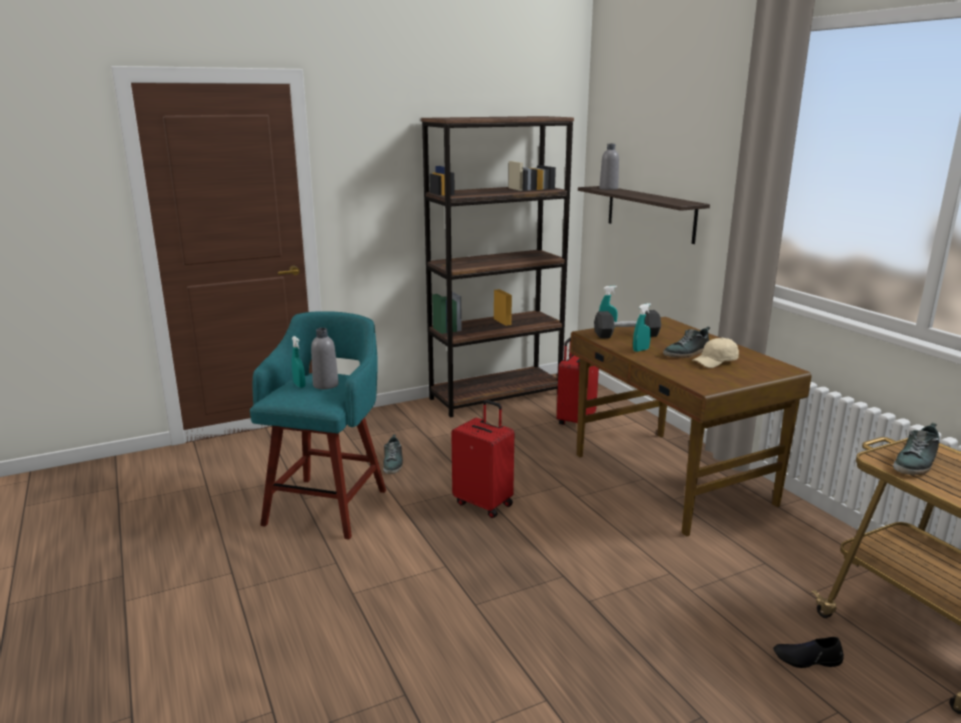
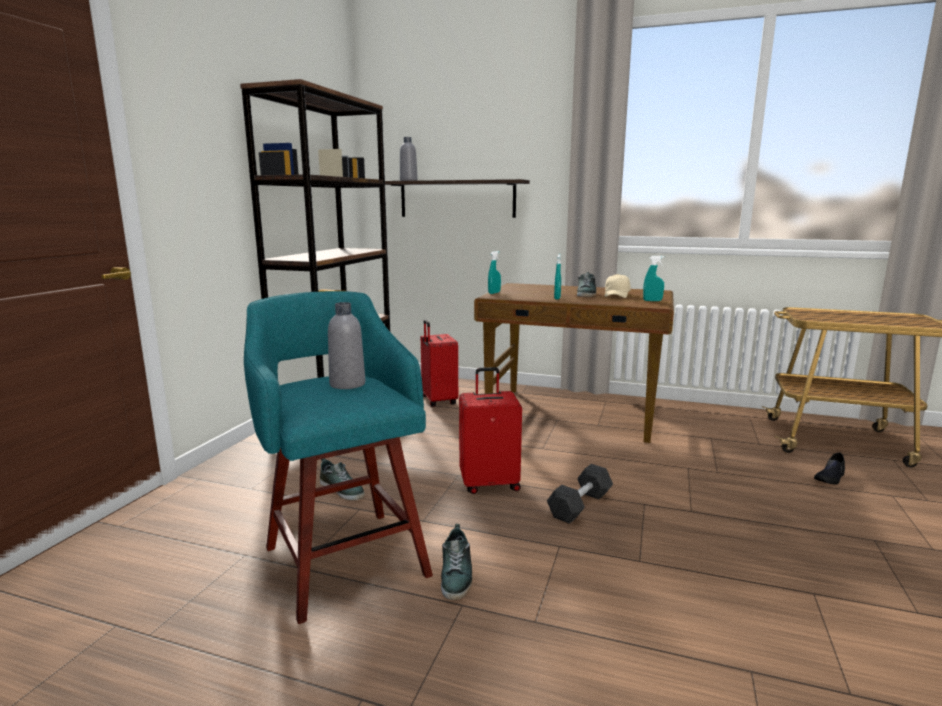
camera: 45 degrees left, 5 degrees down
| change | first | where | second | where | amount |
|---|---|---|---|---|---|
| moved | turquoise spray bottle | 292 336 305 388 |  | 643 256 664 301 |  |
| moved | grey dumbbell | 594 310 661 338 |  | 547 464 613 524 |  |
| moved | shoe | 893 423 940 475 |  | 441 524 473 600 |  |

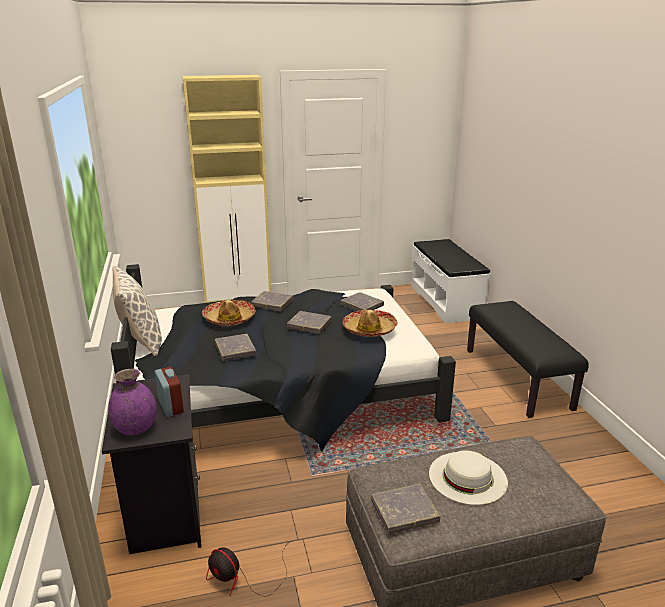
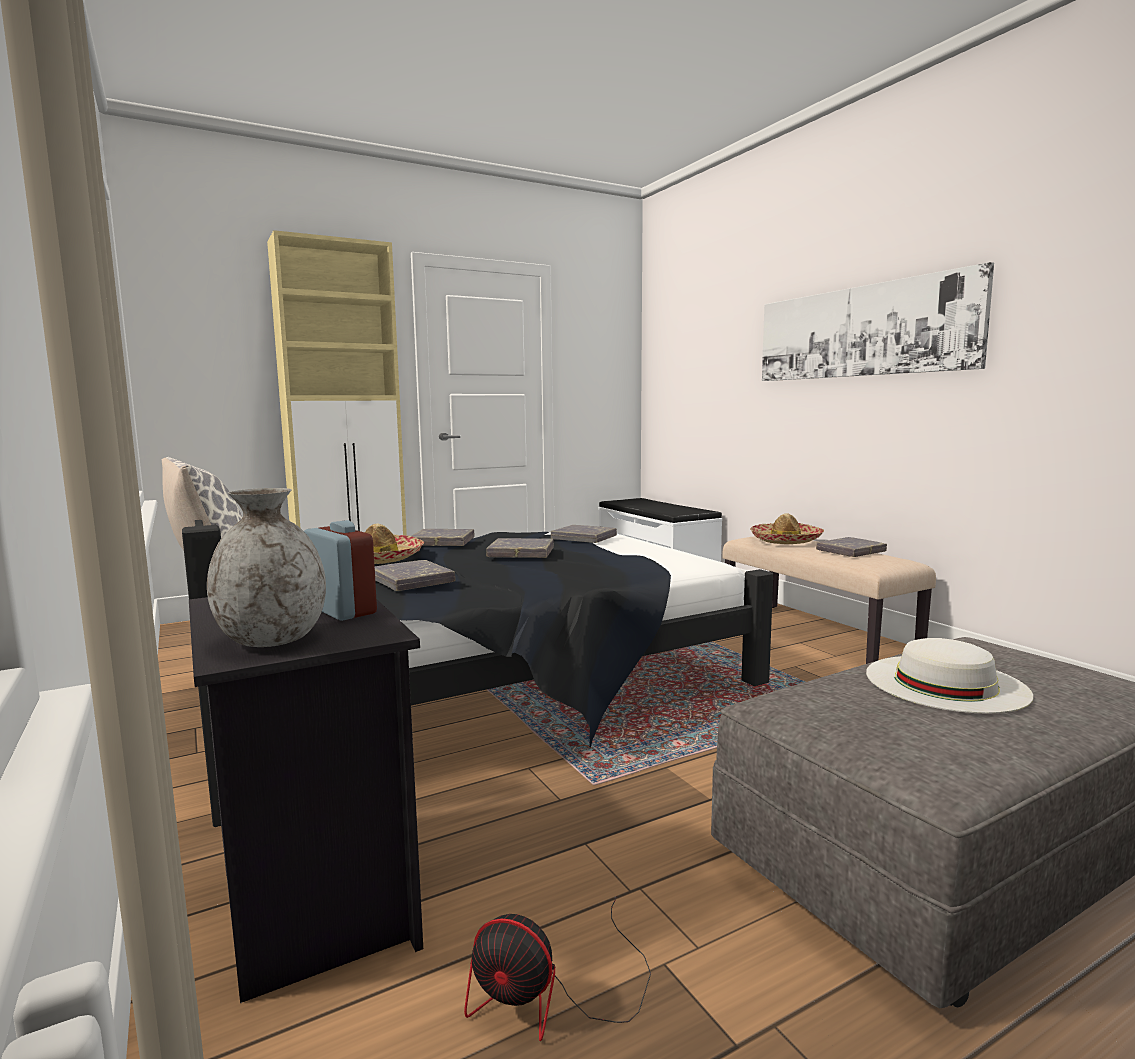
camera: 15 degrees left, 15 degrees down
| change | first | where | second | where | amount |
|---|---|---|---|---|---|
| recoloured | purple vase | 108 369 157 435 | grey vase | 207 488 326 647 |  |
| moved | hat | 343 310 398 337 |  | 750 513 824 544 |  |
| moved | grey book | 371 484 440 534 |  | 816 537 887 557 |  |
| recoloured | black bench | 467 301 589 418 | beige bench | 722 536 936 664 |  |
| added |  |  | picture | 762 262 994 381 |  |

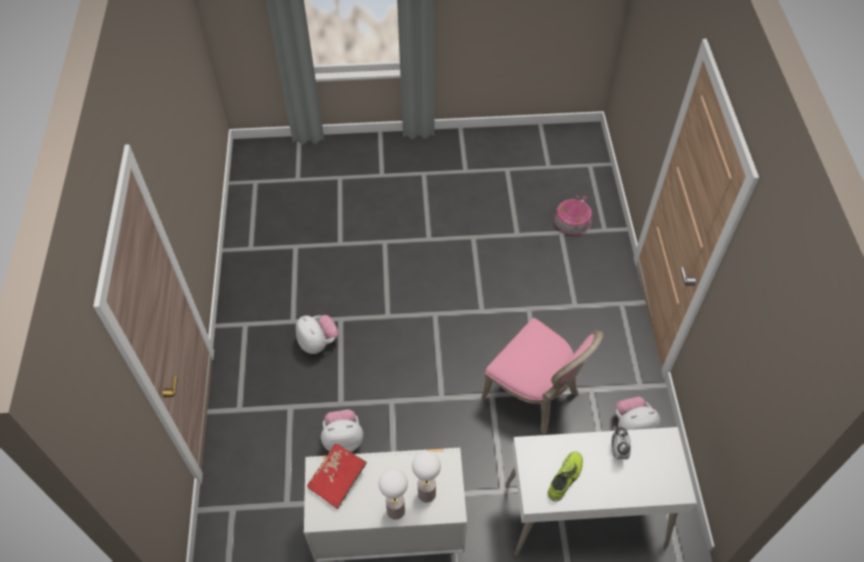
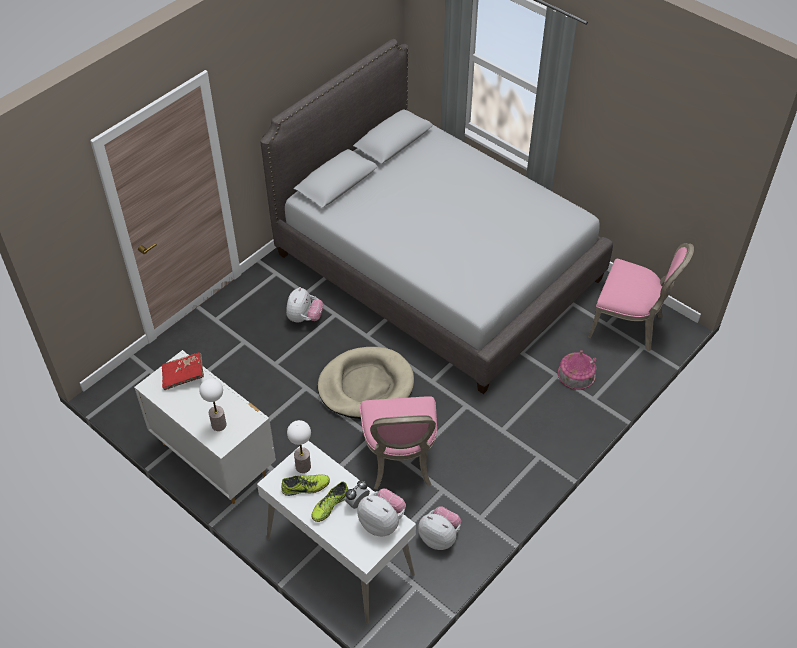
camera: 45 degrees right, 5 degrees down
| change | first | where | second | where | amount |
|---|---|---|---|---|---|
| moved | plush toy | 321 409 363 452 |  | 358 489 406 536 |  |
| moved | table lamp | 379 468 408 520 |  | 287 420 311 473 |  |
| added |  |  | grey bed | 260 39 613 394 |  |
| added |  |  | shoe | 311 482 348 522 |  |
| added |  |  | beige dog bed | 318 347 414 419 |  |
| added |  |  | pink chair | 588 243 694 351 |  |

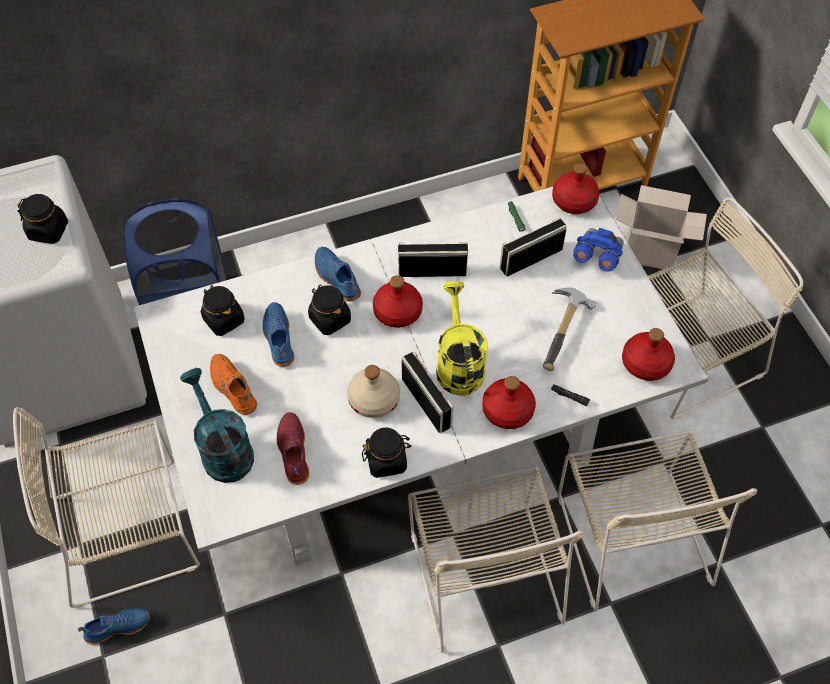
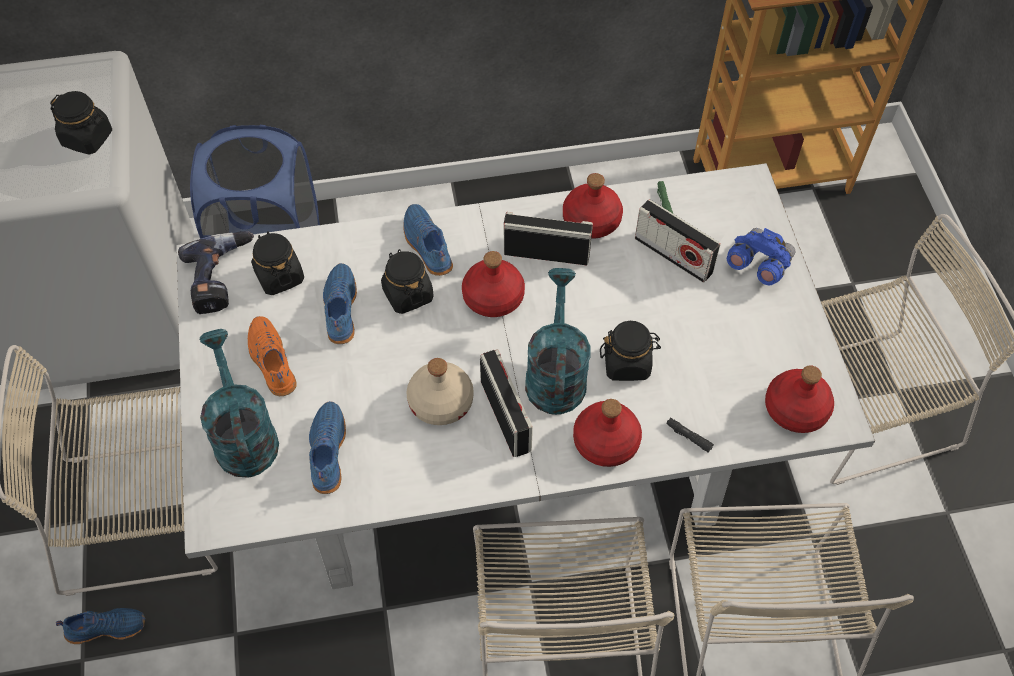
camera: 10 degrees right, 0 degrees up
| change | first | where | second | where | amount |
|---|---|---|---|---|---|
| recoloured | red shoe | 277 412 309 485 | blue shoe | 309 401 346 494 |  |
| moved | black jar | 362 428 411 478 |  | 600 321 661 381 |  |
| recoloured | yellow watering can | 436 281 488 396 | turquoise watering can | 525 268 591 415 |  |
| turned | radio | 500 217 567 277 |  | 635 199 721 283 | 120 degrees counterclockwise |
| removed | hammer | 543 287 596 371 |  |  |  |
| moved | red bottle | 552 163 600 214 |  | 563 173 623 239 |  |
| removed | cardboard box | 616 185 707 269 |  |  |  |
| added |  |  | power drill | 178 231 254 314 |  |

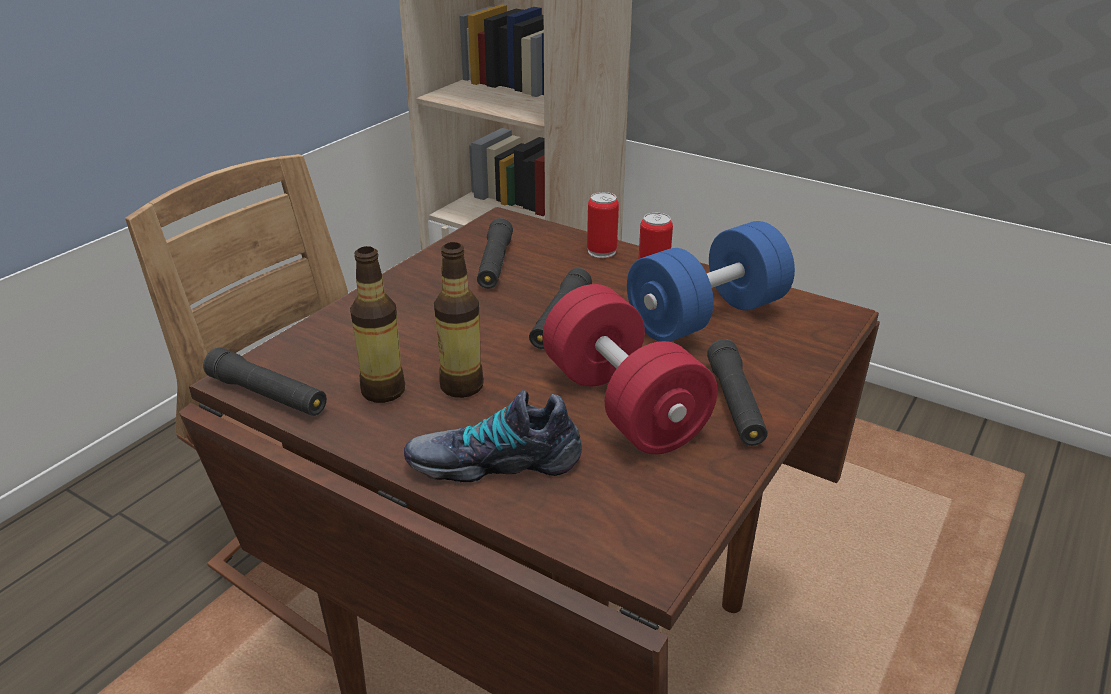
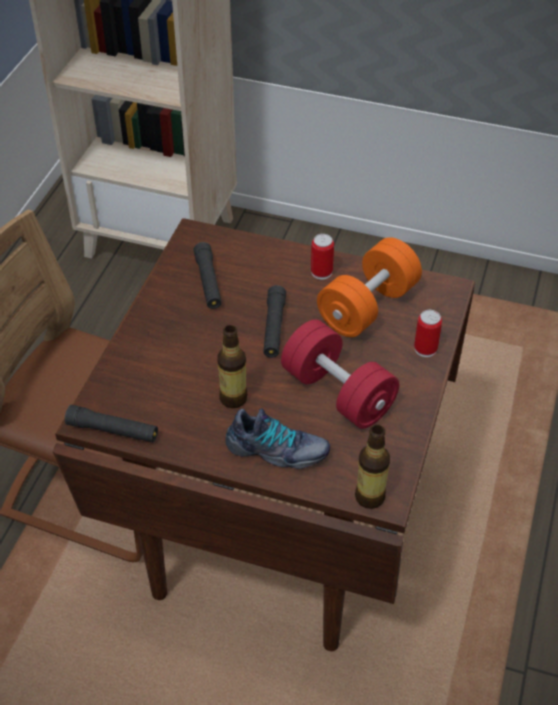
camera: 15 degrees left, 15 degrees up
| change | first | where | second | where | amount |
|---|---|---|---|---|---|
| moved | bottle | 350 246 405 403 |  | 355 425 390 509 |  |
| turned | shoe | 404 390 582 483 |  | 225 408 330 469 | 150 degrees counterclockwise |
| moved | can | 587 192 619 258 |  | 414 310 442 357 |  |
| recoloured | blue dumbbell | 627 221 795 342 | orange dumbbell | 317 237 422 337 |  |
| removed | black flashlight | 707 339 768 446 |  |  |  |

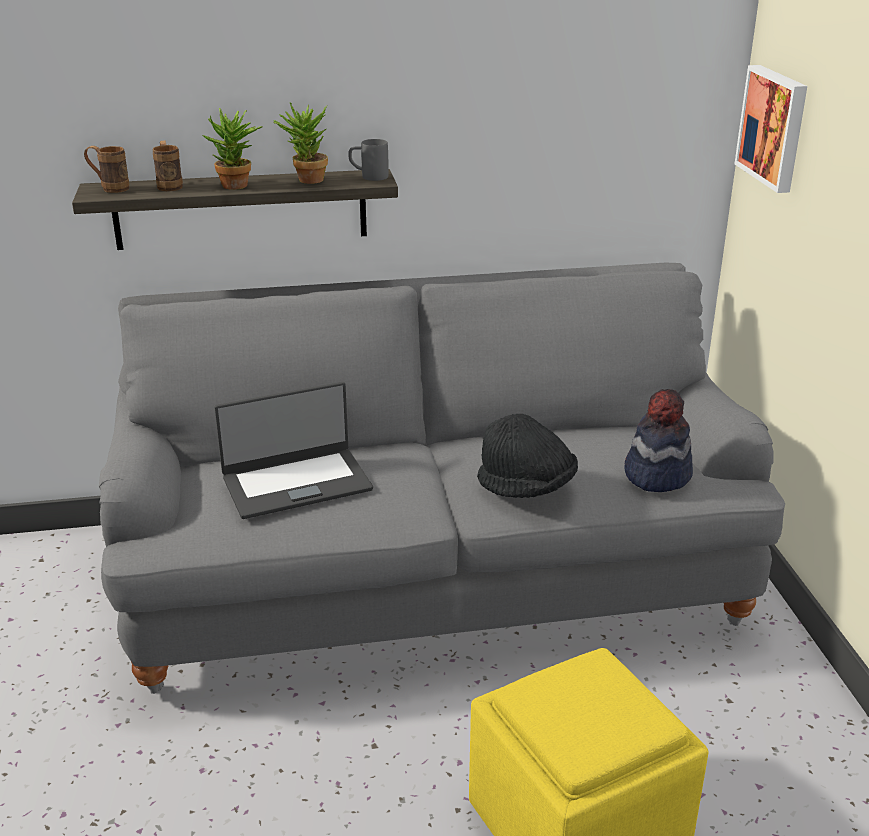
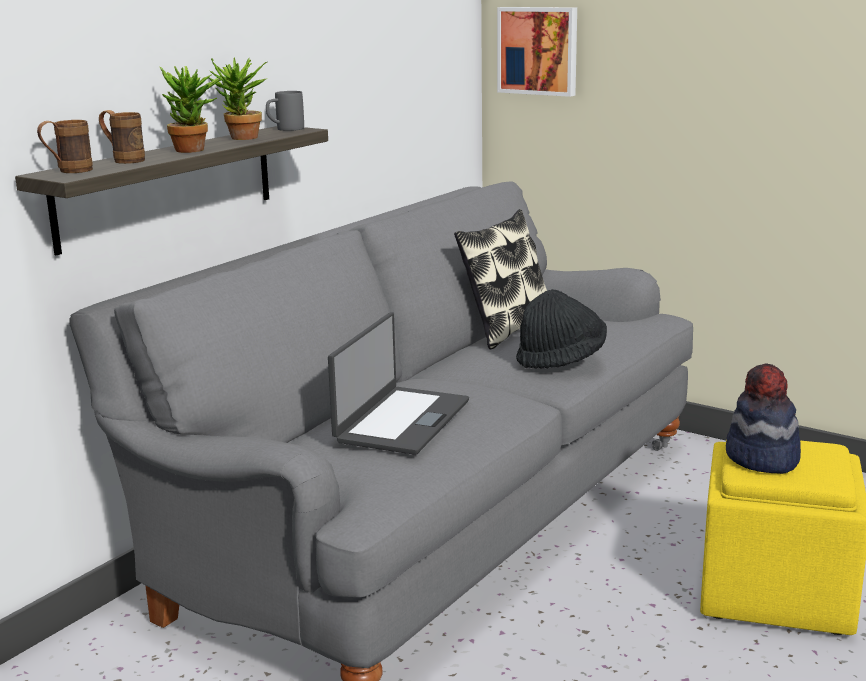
camera: 45 degrees left, 10 degrees down
| change | first | where | second | where | amount |
|---|---|---|---|---|---|
| moved | hat | 624 389 693 492 |  | 726 363 801 474 |  |
| added |  |  | pillow | 454 209 547 349 |  |

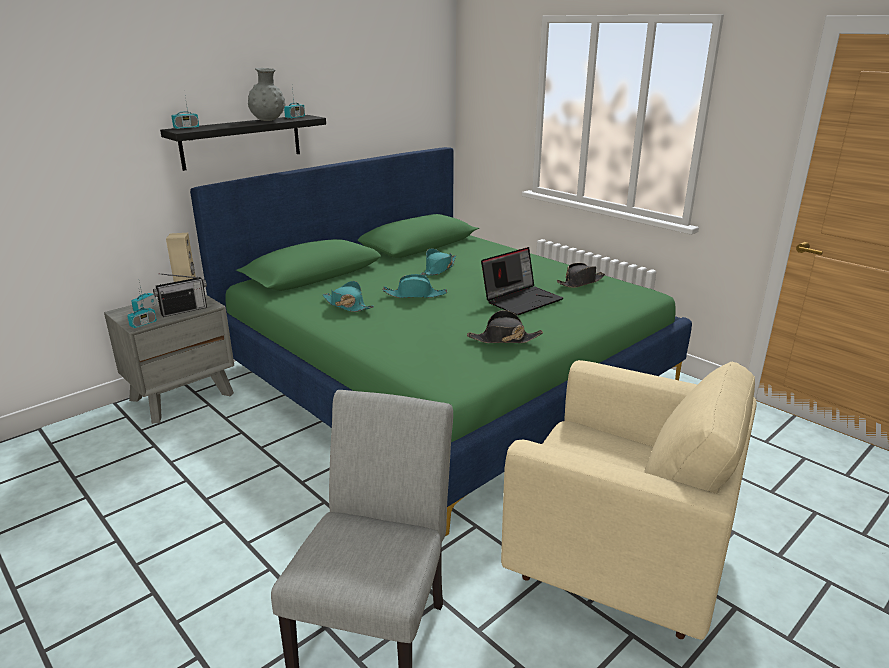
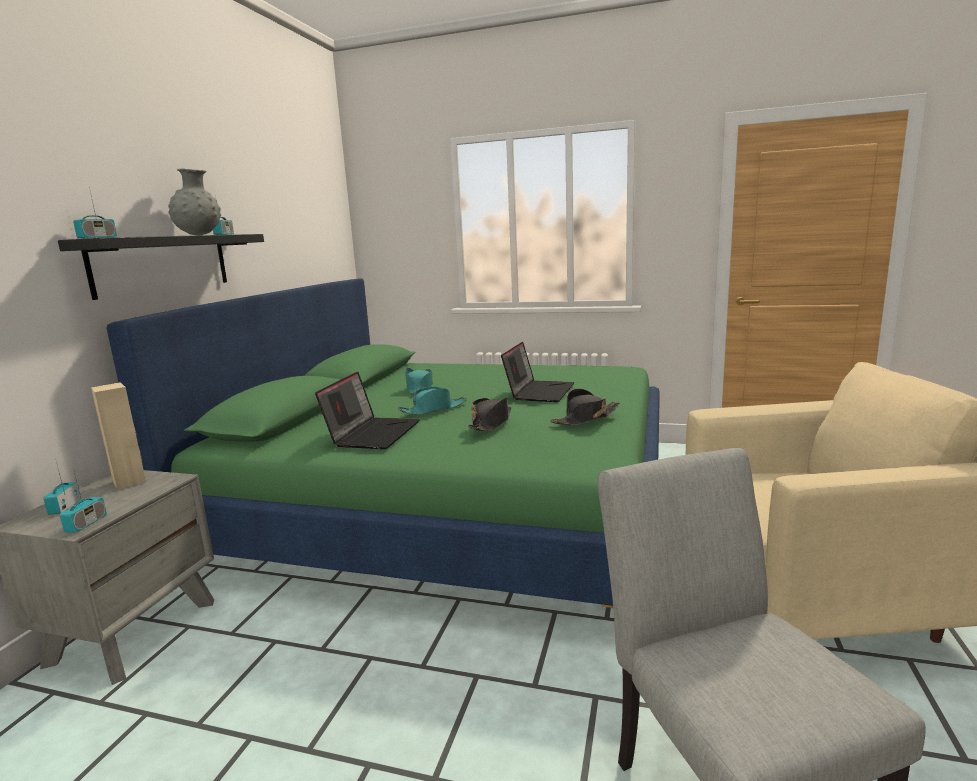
camera: 30 degrees left, 10 degrees down
| change | first | where | second | where | amount |
|---|---|---|---|---|---|
| removed | radio | 153 273 207 317 |  |  |  |
| replaced | turquoise hat | 323 281 374 312 | laptop | 315 371 419 449 |  |
| moved | black hat | 557 263 605 288 |  | 468 397 511 431 |  |

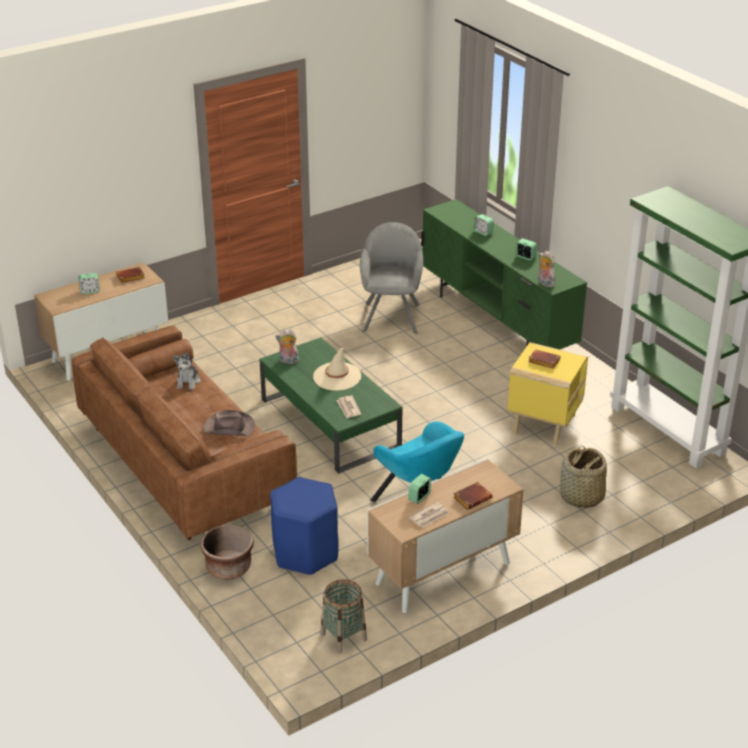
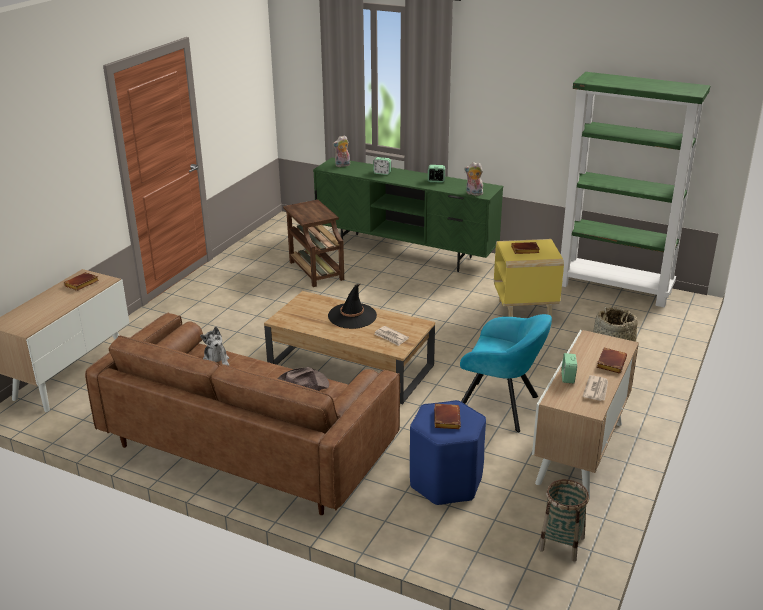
camera: 30 degrees left, 5 degrees down
| change | first | where | second | where | amount |
|---|---|---|---|---|---|
| removed | alarm clock | 78 273 100 294 |  |  |  |
| removed | brown planter | 201 524 254 580 |  |  |  |
| recoloured | green coffee table | 259 337 402 474 | brown coffee table | 264 291 435 404 |  |
| moved | plush toy | 275 329 299 364 |  | 332 135 350 167 |  |
| recoloured | beige hat | 313 348 361 390 | black hat | 328 284 377 329 |  |
| replaced | grey armchair | 360 222 423 334 | brown side table | 283 200 344 287 |  |
| added |  |  | brown book | 434 404 461 429 |  |

